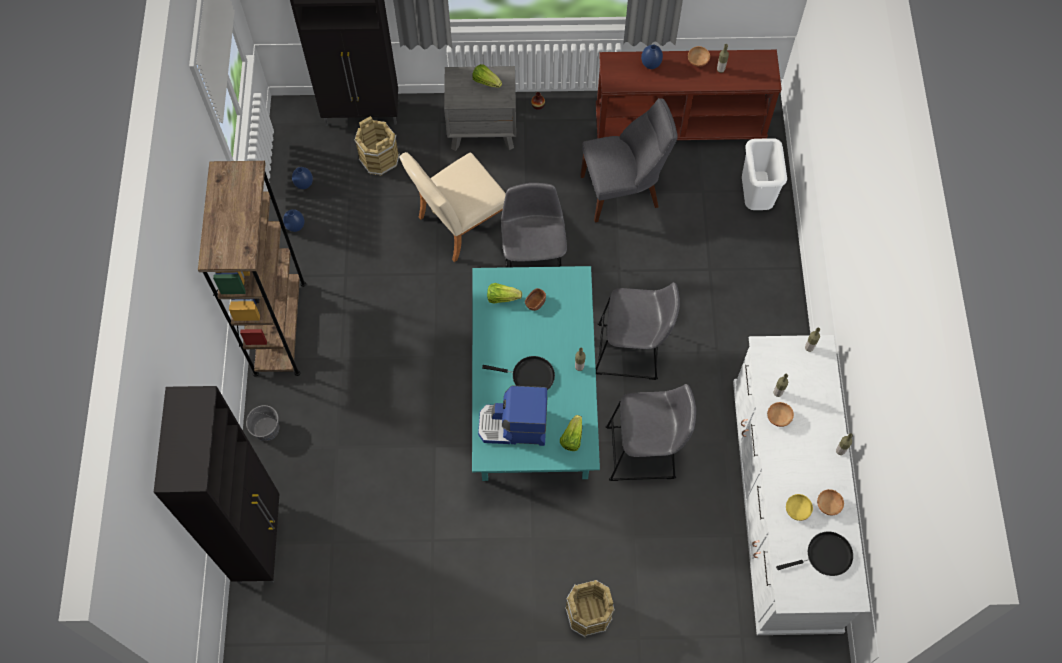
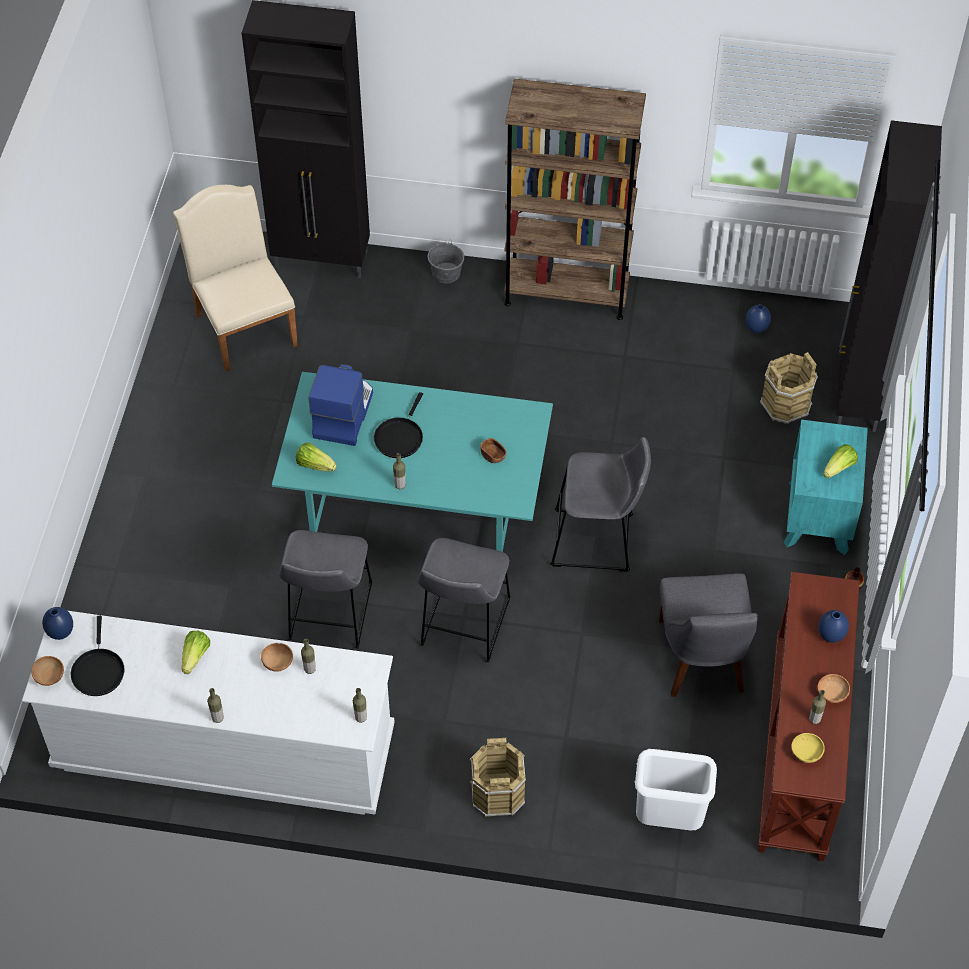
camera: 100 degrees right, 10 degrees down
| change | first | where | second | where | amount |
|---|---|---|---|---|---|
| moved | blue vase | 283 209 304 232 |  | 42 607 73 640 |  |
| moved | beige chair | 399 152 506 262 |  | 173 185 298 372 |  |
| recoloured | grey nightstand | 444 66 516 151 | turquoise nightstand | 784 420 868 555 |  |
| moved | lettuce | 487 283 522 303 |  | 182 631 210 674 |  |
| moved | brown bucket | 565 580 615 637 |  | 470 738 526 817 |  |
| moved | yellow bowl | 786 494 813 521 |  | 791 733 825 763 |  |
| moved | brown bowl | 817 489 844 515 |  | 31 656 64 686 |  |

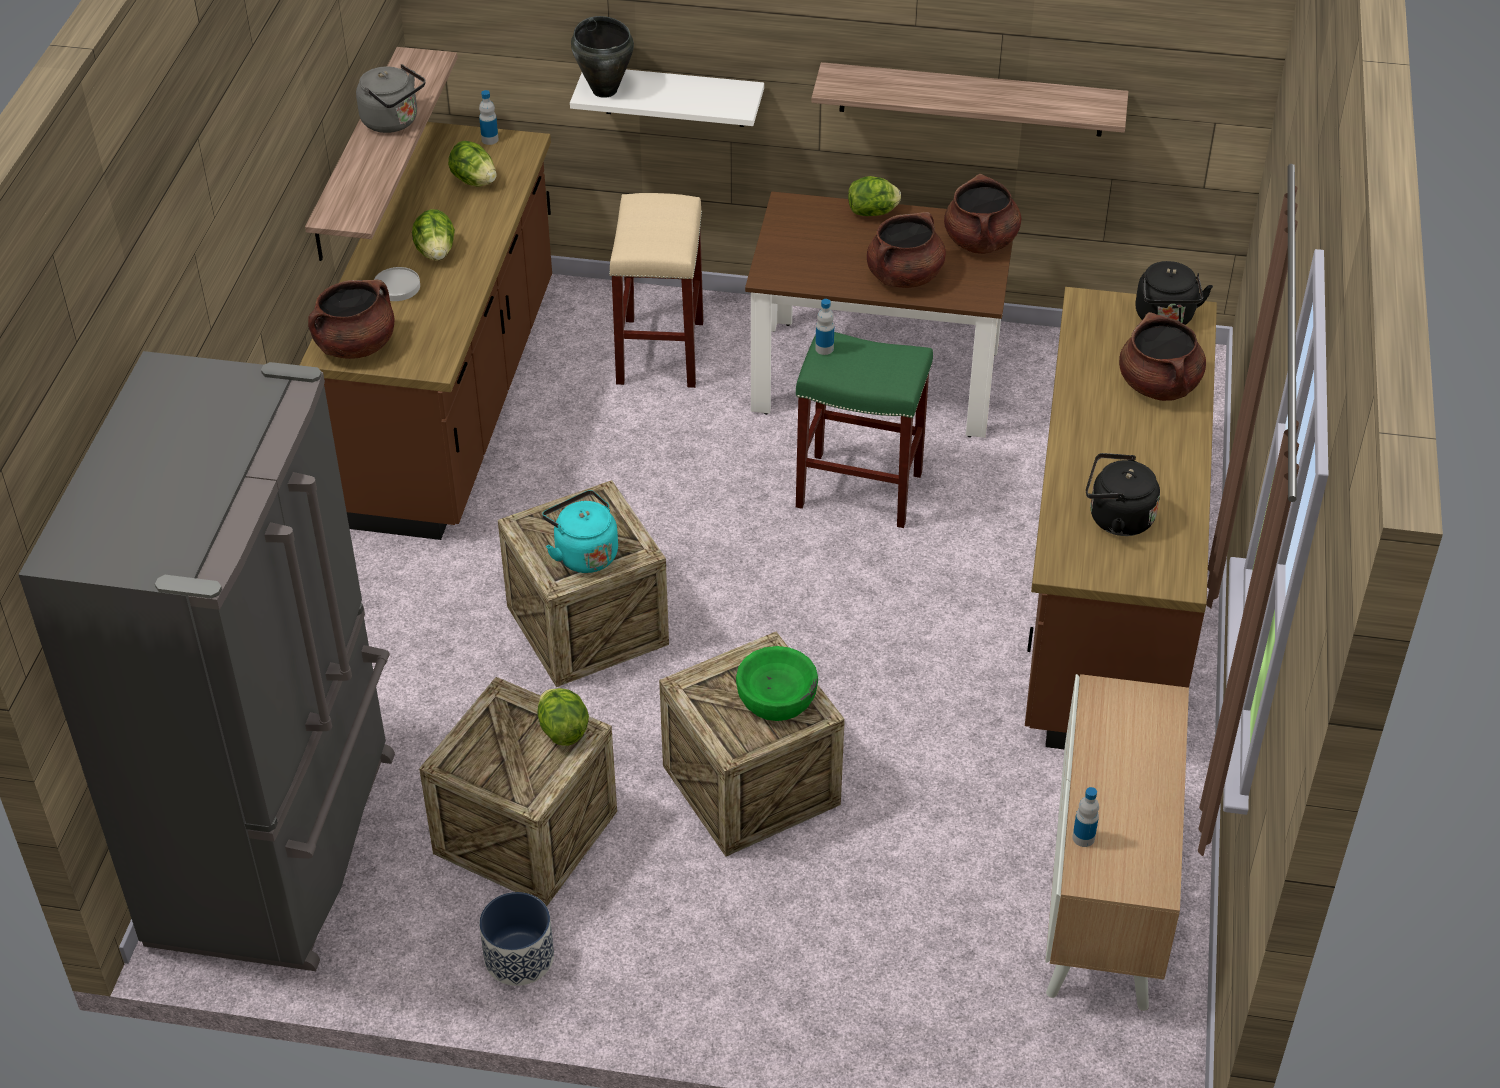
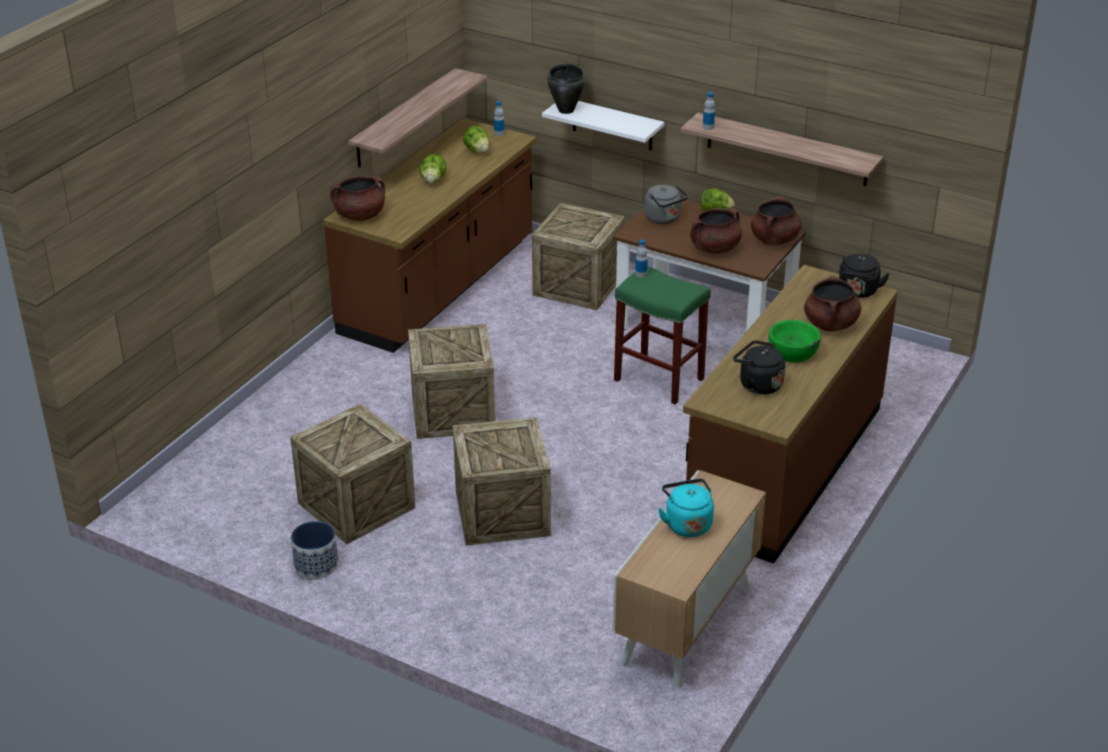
camera: 20 degrees right, 10 degrees down
| change | first | where | second | where | amount |
|---|---|---|---|---|---|
| removed | grey fridge | 19 351 395 971 |  |  |  |
| moved | grey kettle | 356 64 426 133 |  | 644 185 688 224 |  |
| removed | white plate | 374 267 420 301 |  |  |  |
| removed | lettuce | 537 688 589 746 |  |  |  |
| moved | turquoise kettle | 542 490 618 573 |  | 658 479 714 537 |  |
| replaced | beige stool | 609 193 703 388 | crate | 532 203 625 310 |  |
| moved | green bowl | 736 646 818 721 |  | 768 320 821 362 |  |
| moved | bottle | 1072 787 1099 847 |  | 703 92 715 130 |  |

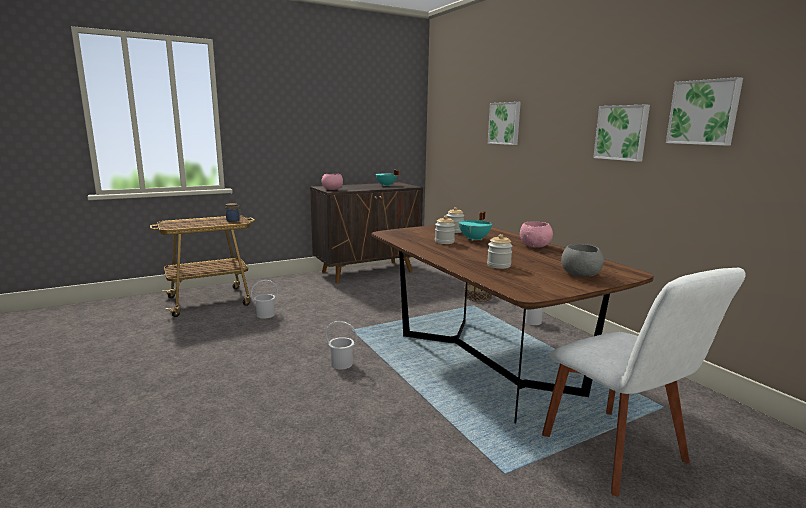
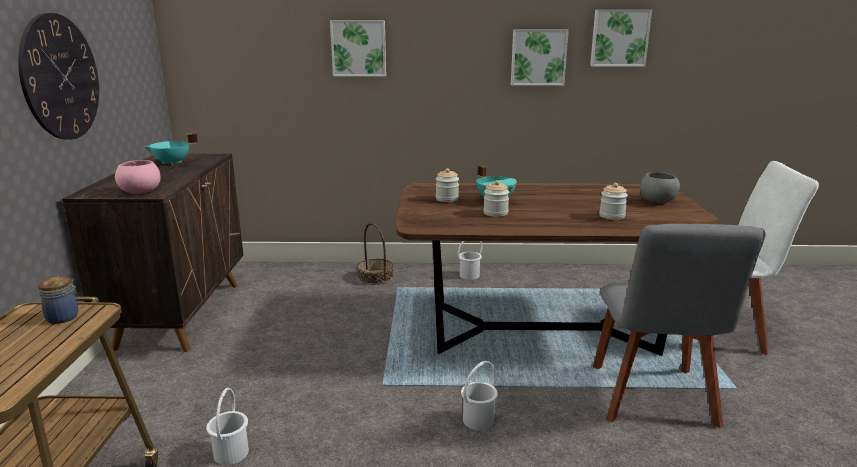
camera: 60 degrees left, 5 degrees up
| change | first | where | second | where | amount |
|---|---|---|---|---|---|
| removed | pink bowl | 520 222 553 248 |  |  |  |
| added |  |  | wall clock | 18 13 99 140 |  |
| added |  |  | grey chair | 593 224 766 428 |  |

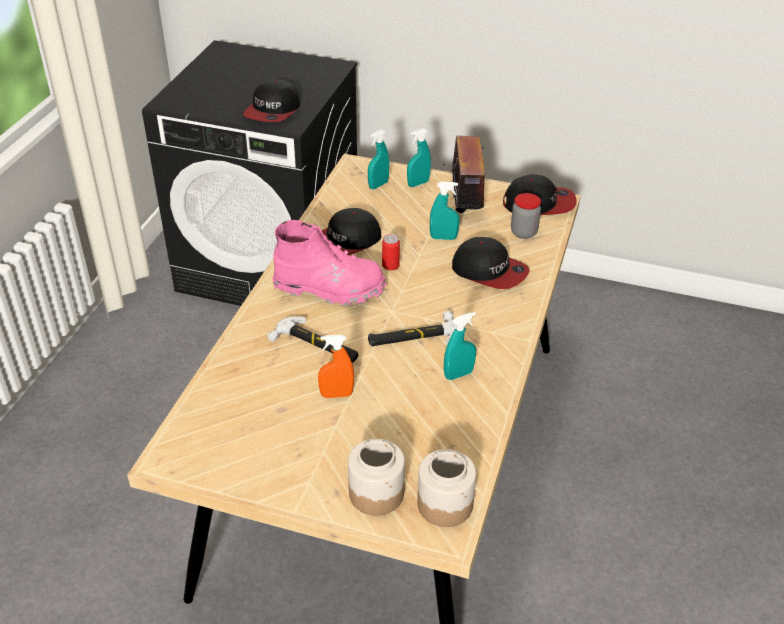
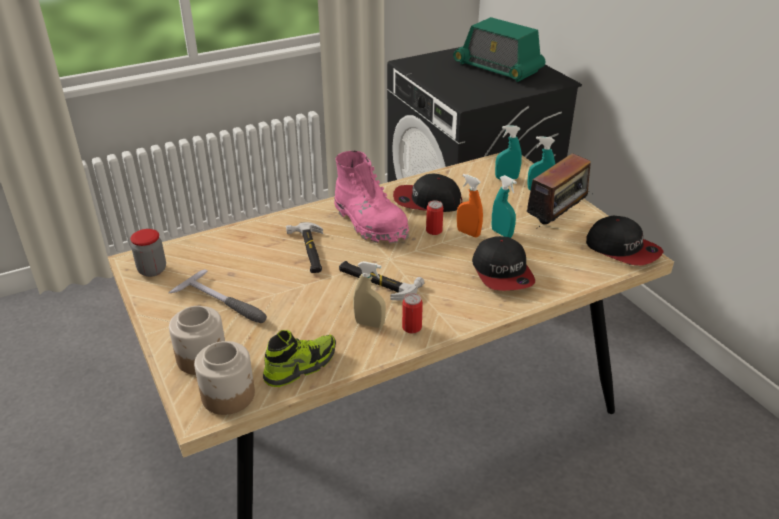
camera: 45 degrees right, 5 degrees down
| change | first | where | second | where | amount |
|---|---|---|---|---|---|
| removed | cap | 243 79 300 122 |  |  |  |
| moved | orange spray bottle | 318 335 354 398 |  | 457 174 483 238 |  |
| recoloured | turquoise spray bottle | 444 312 476 380 | beige spray bottle | 353 261 386 328 |  |
| moved | jar | 511 193 541 239 |  | 130 229 166 277 |  |
| added |  |  | hammer | 169 269 267 323 |  |
| added |  |  | shoe | 263 330 336 387 |  |
| added |  |  | can | 402 293 423 334 |  |
| added |  |  | radio | 453 17 546 82 |  |

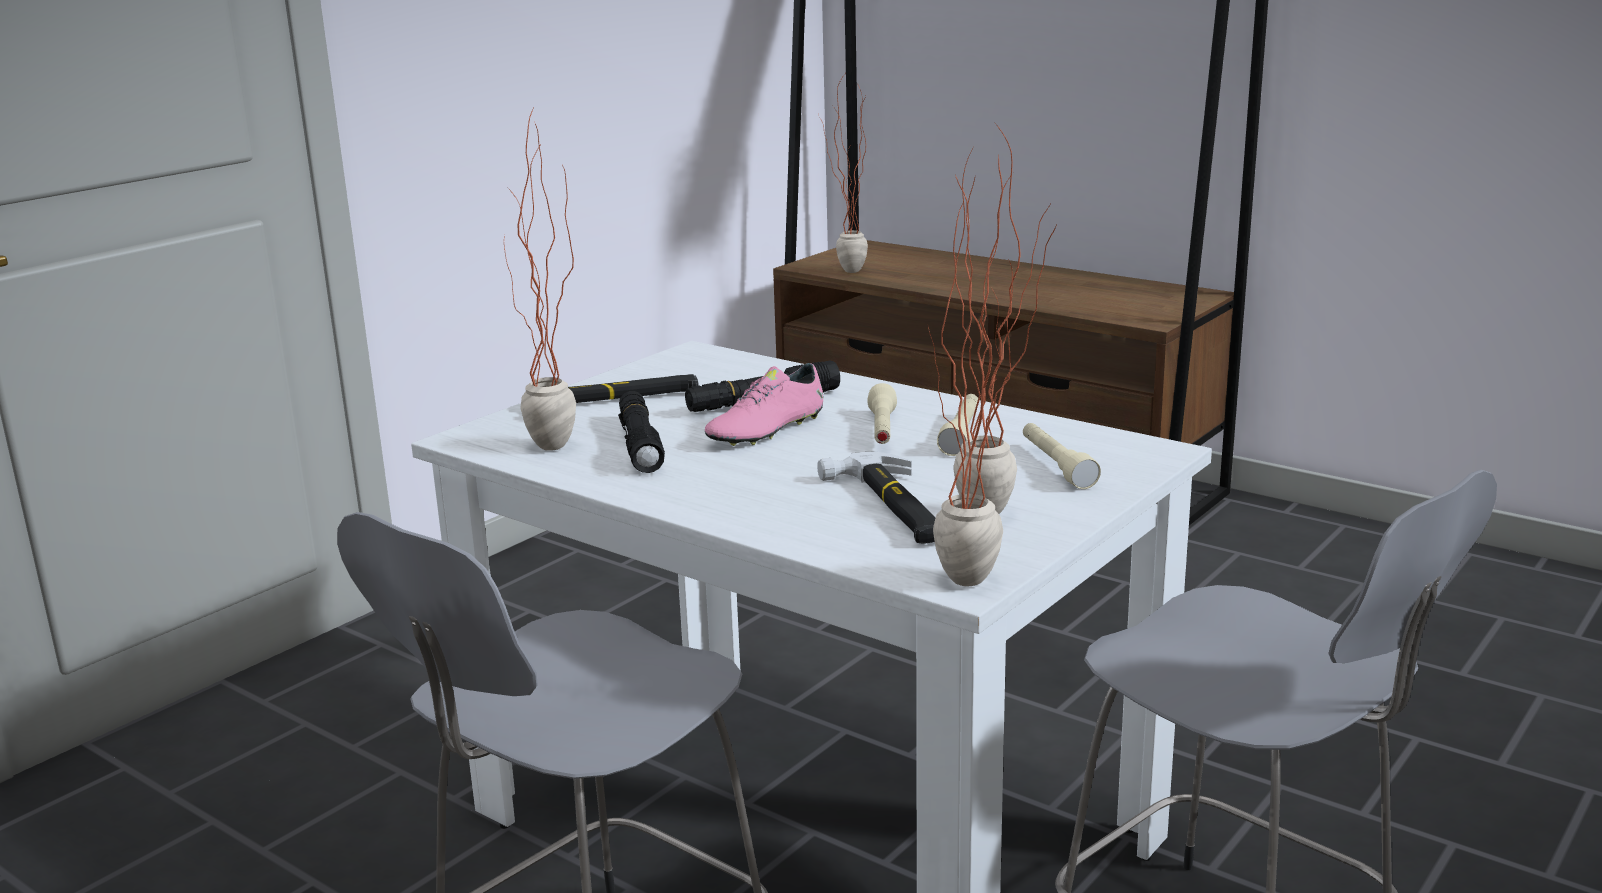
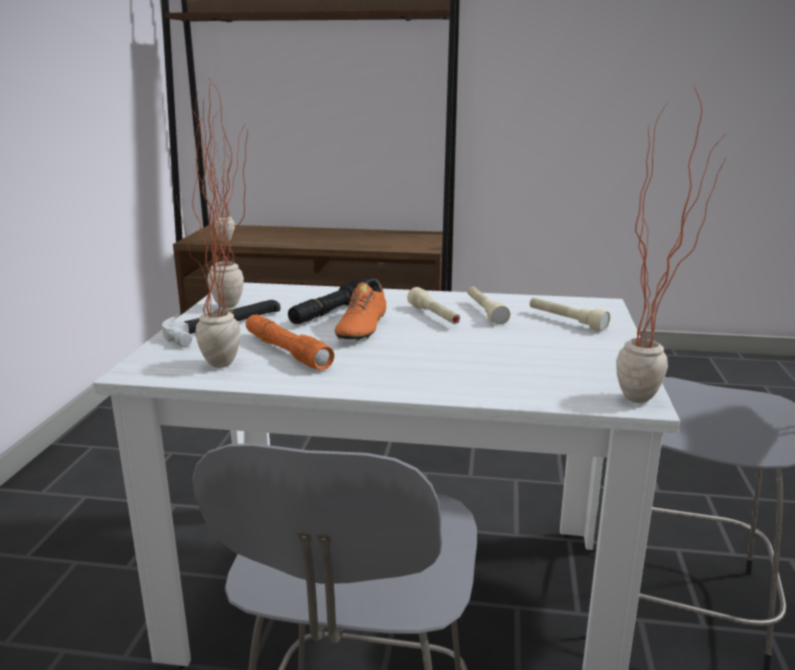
camera: 30 degrees left, 0 degrees up
| change | first | where | second | where | amount |
|---|---|---|---|---|---|
| recoloured | black flashlight | 618 391 665 473 | orange flashlight | 246 315 334 370 |  |
| recoloured | pink shoe | 705 363 823 446 | orange shoe | 335 279 386 341 |  |
| removed | hammer | 817 452 935 544 |  |  |  |
| moved | potted plant | 953 123 1052 514 |  | 191 81 244 308 |  |

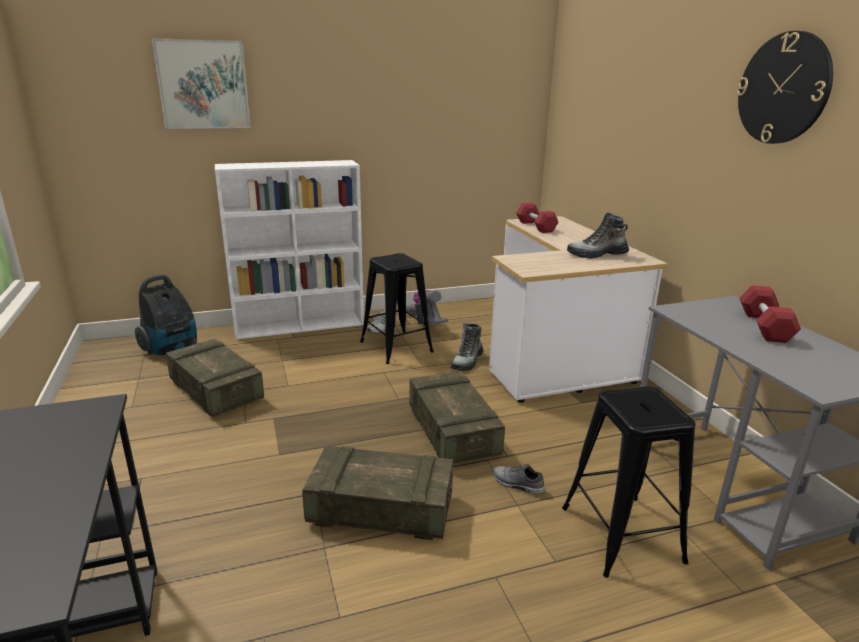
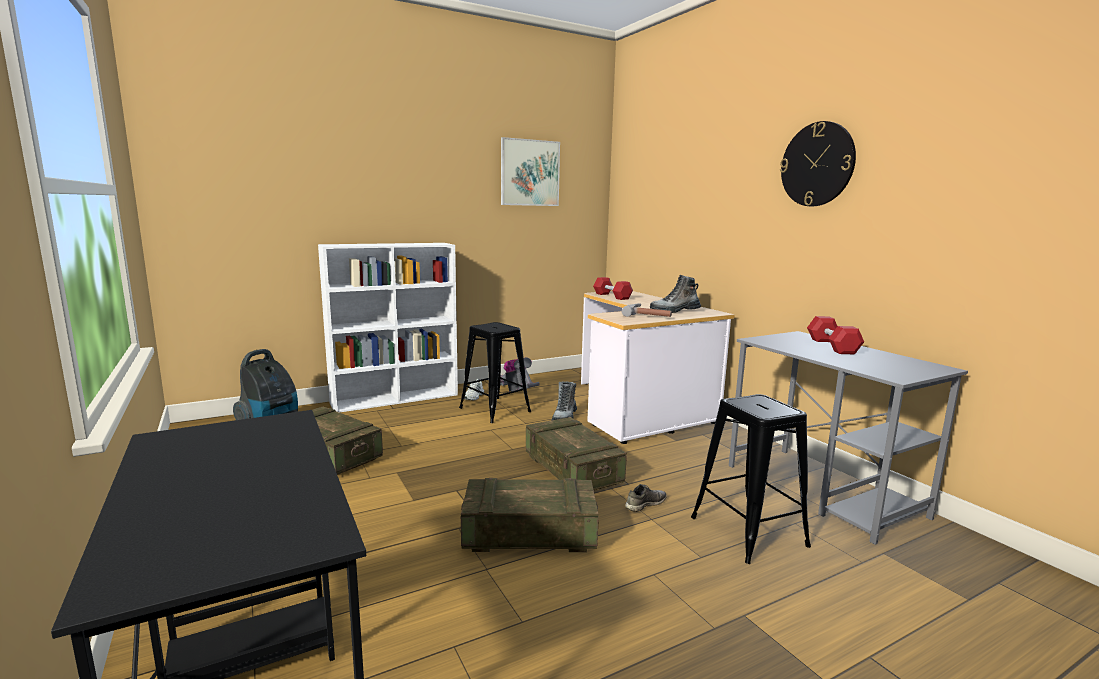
camera: 10 degrees left, 10 degrees down
| change | first | where | second | where | amount |
|---|---|---|---|---|---|
| moved | picture | 152 38 251 129 |  | 501 137 560 206 |  |
| turned | grey shoe | 493 464 545 495 |  | 625 484 667 512 | 120 degrees clockwise |
| added |  |  | hammer | 622 303 672 317 |  |

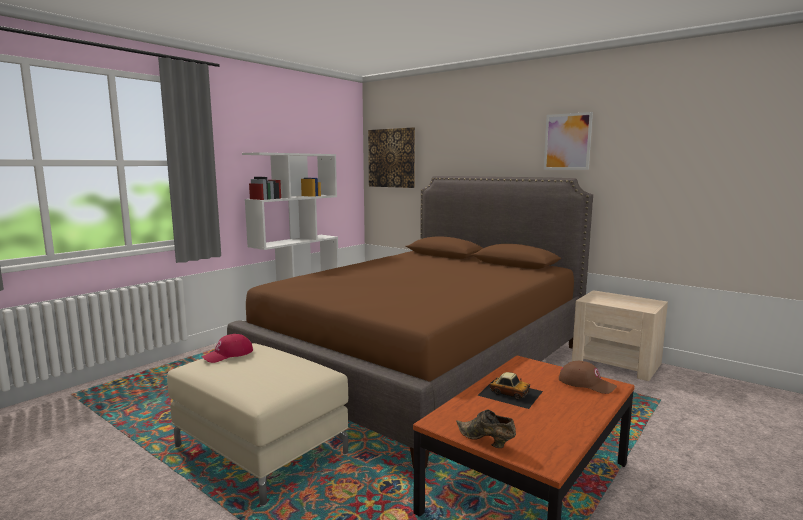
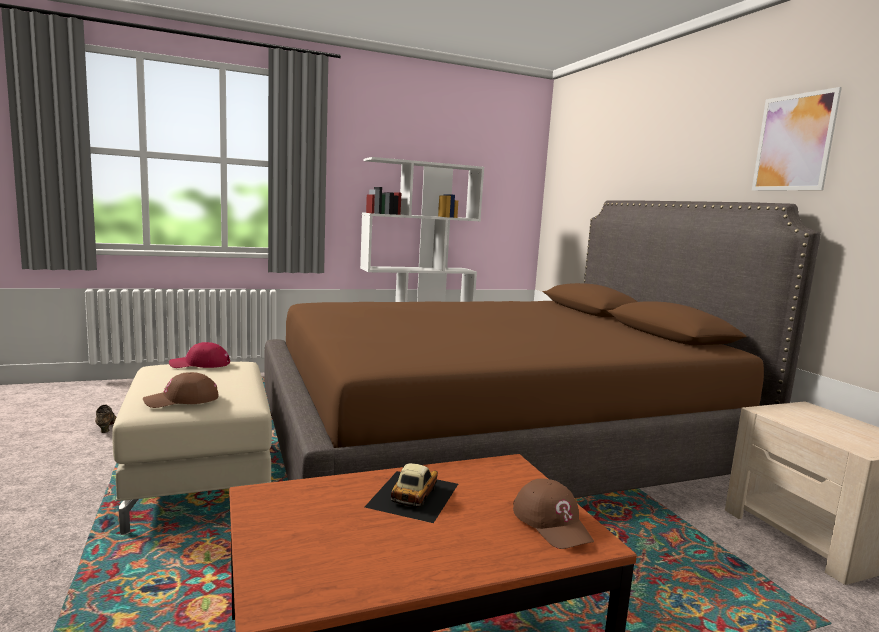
camera: 30 degrees right, 0 degrees up
| change | first | where | second | where | amount |
|---|---|---|---|---|---|
| removed | picture | 368 127 415 188 |  |  |  |
| moved | brown shoe | 456 409 516 448 |  | 95 405 116 433 |  |
| turned | toy car | 477 372 543 409 |  | 365 463 458 523 | 135 degrees counterclockwise |
| added |  |  | brown cap | 143 372 218 408 |  |

